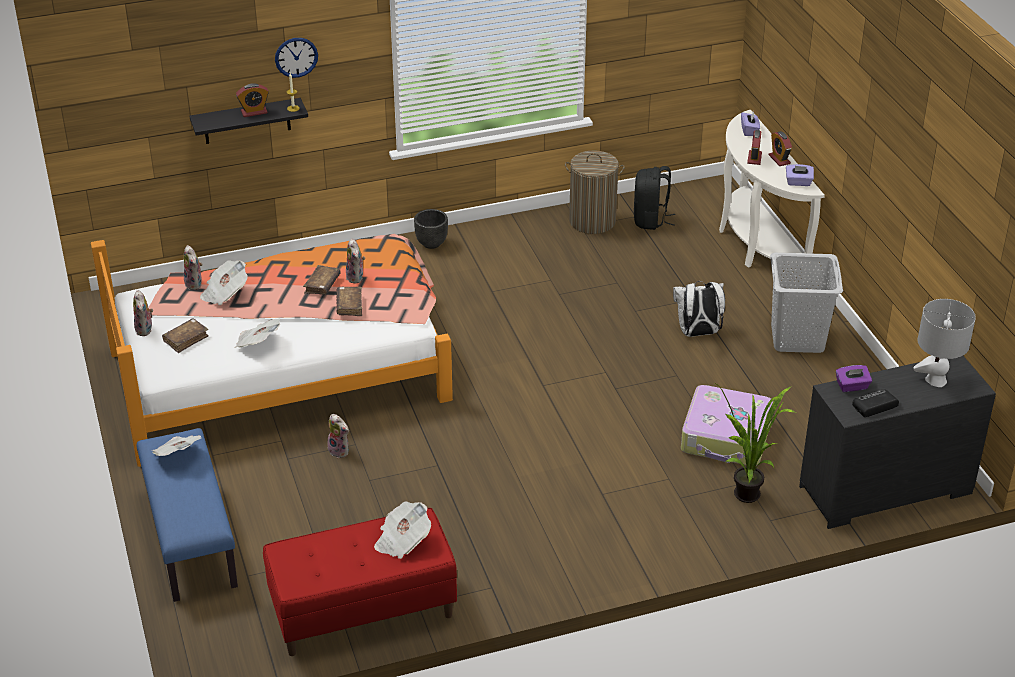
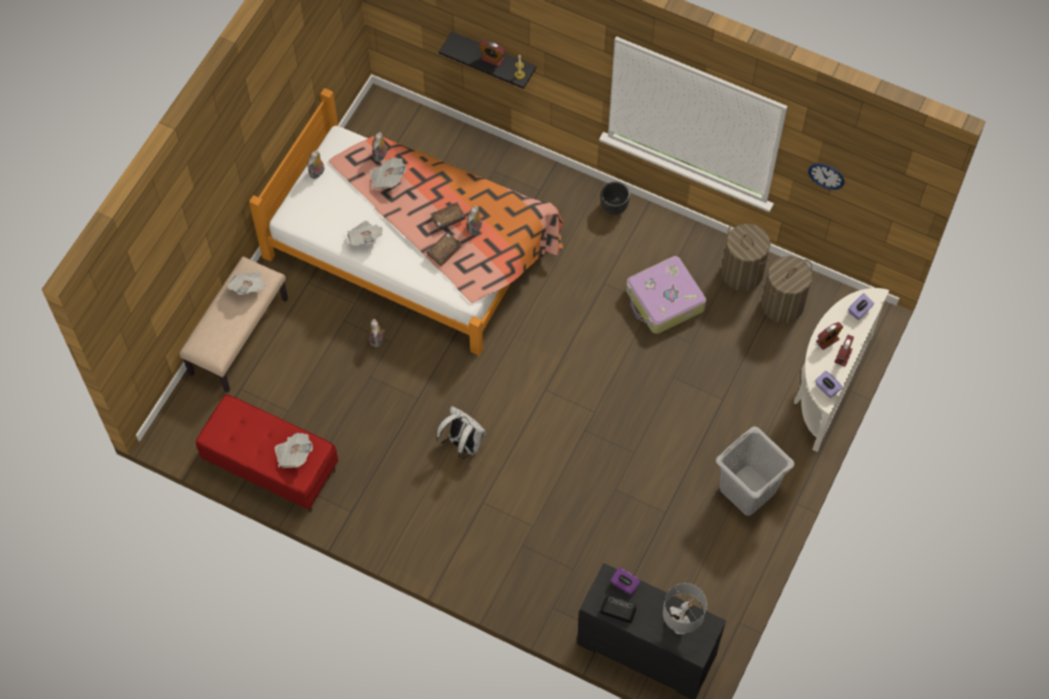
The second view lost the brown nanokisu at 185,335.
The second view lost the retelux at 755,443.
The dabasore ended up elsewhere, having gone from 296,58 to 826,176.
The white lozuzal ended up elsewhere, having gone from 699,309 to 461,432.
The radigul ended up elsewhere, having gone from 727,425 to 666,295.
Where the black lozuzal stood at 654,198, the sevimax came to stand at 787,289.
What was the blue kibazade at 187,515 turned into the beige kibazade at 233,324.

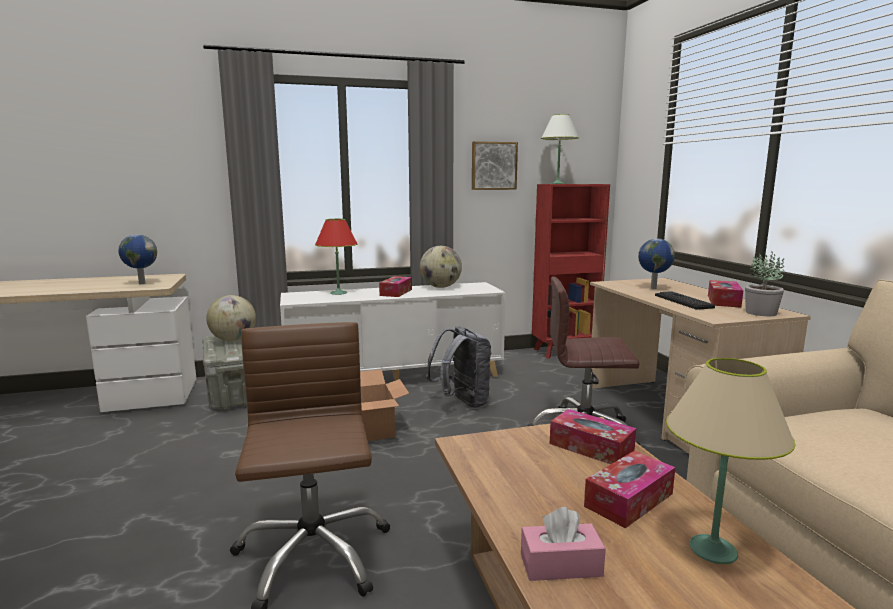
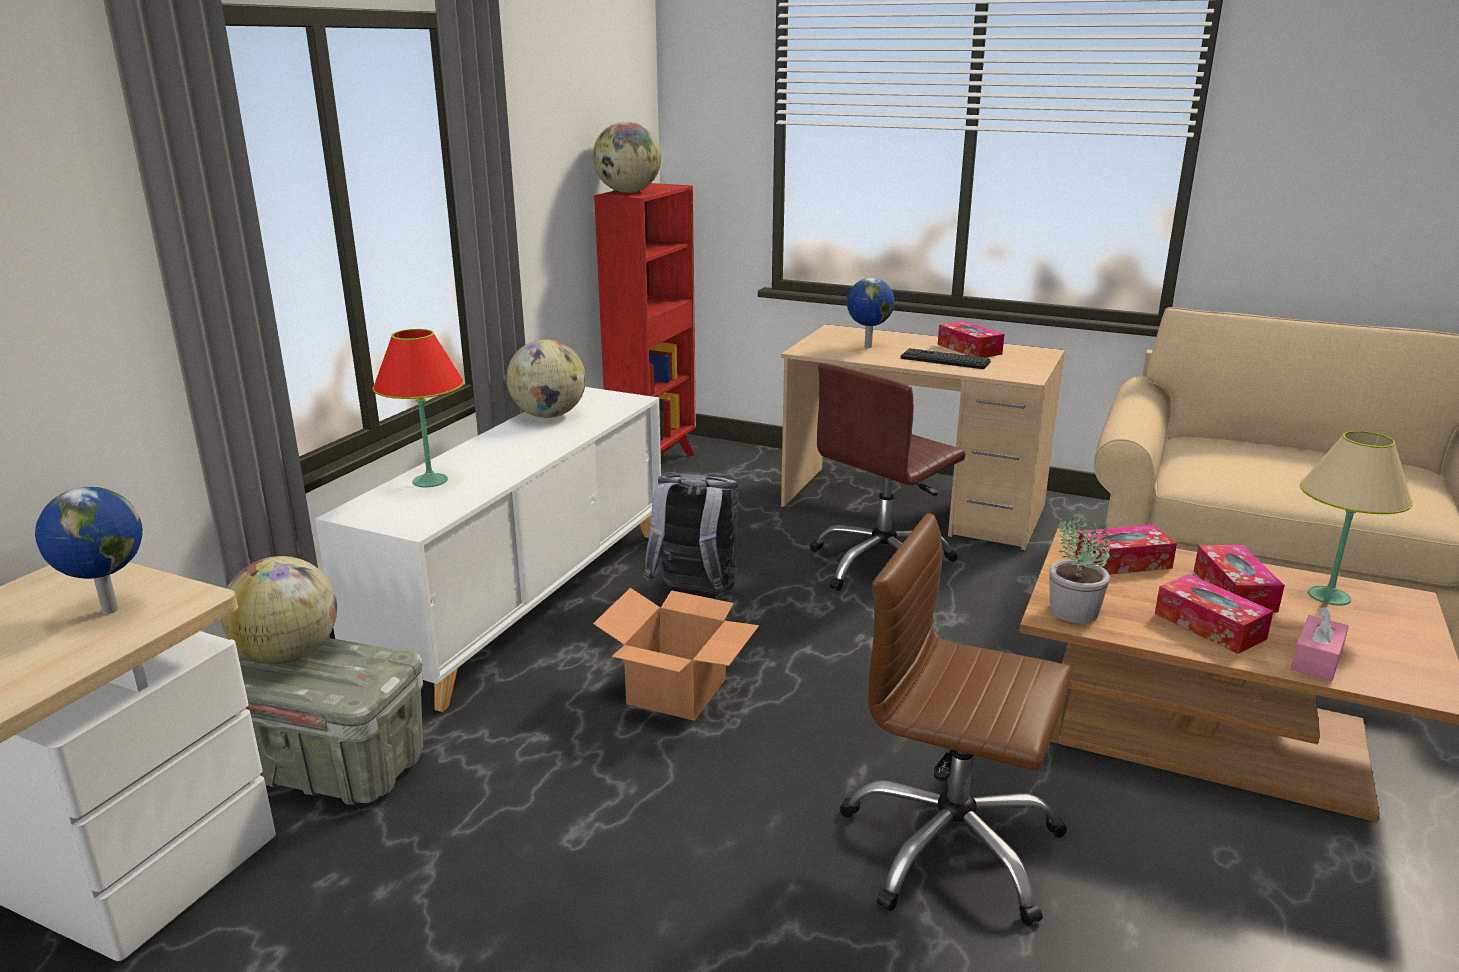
The second view lost the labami at 495,165.
The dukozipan ended up elsewhere, having gone from 395,286 to 1214,614.
The retelux ended up elsewhere, having gone from 764,283 to 1079,566.
Where the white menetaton stood at 560,149, the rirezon came to stand at 627,157.

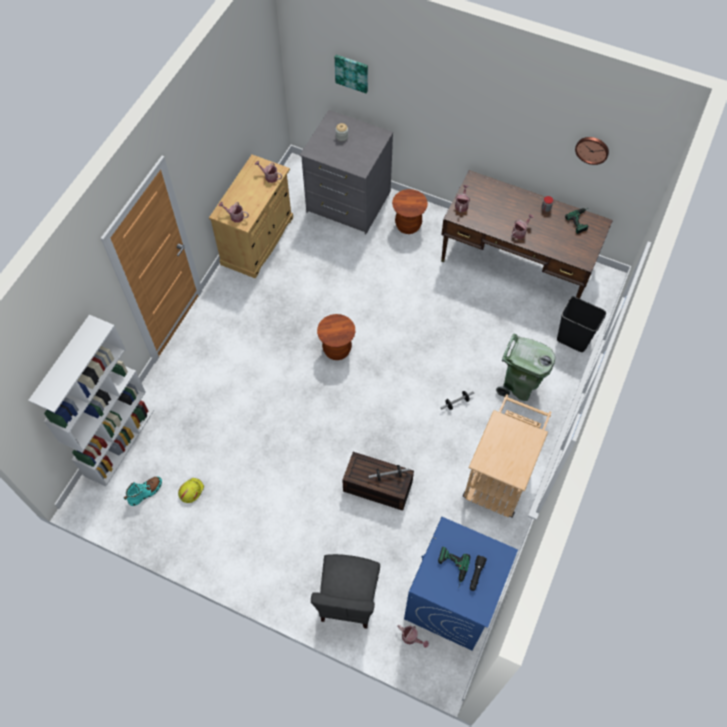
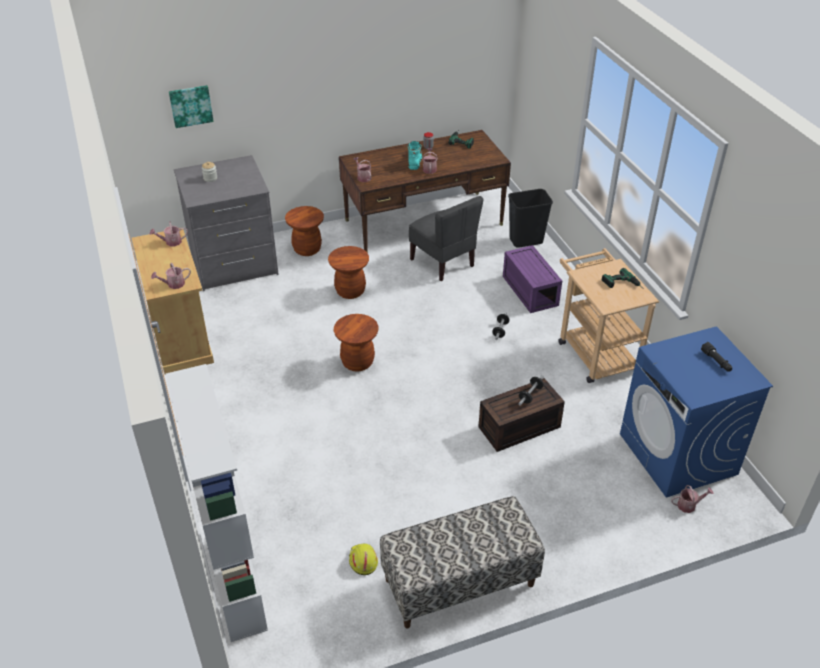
The second view lost the dabasore at 592,151.
The second view gained the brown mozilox at 348,272.
The second view gained the kibazade at 462,562.
The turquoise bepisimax ended up elsewhere, having gone from 143,491 to 415,155.
The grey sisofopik ended up elsewhere, having gone from 345,591 to 446,238.
The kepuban ended up elsewhere, having gone from 454,566 to 623,278.
Where the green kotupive stood at 525,367, the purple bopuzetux came to stand at 532,279.

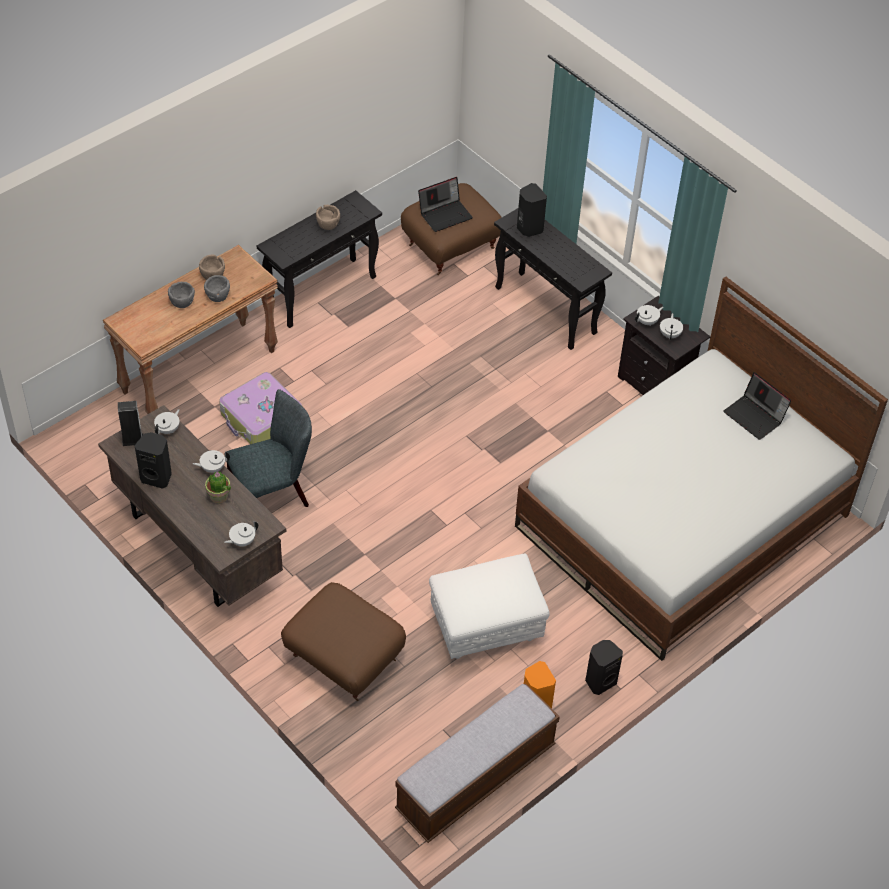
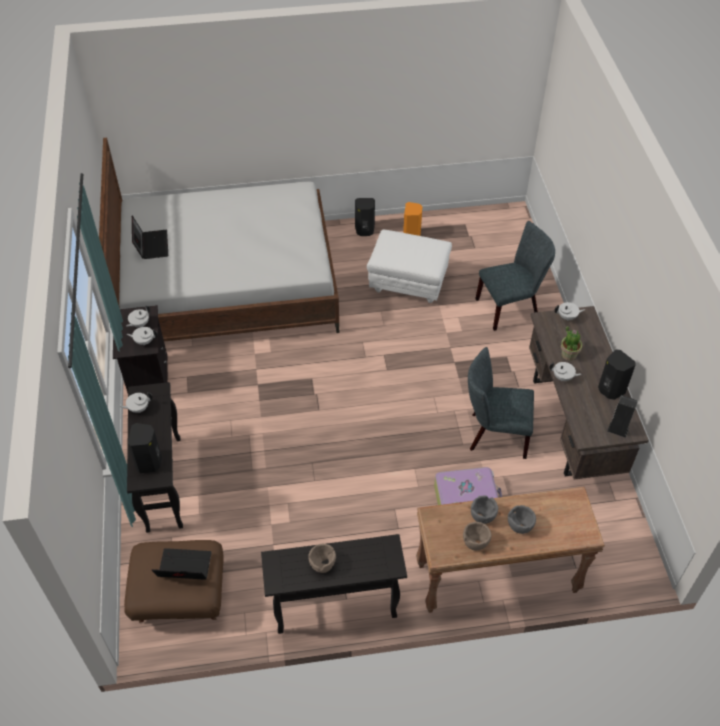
The second view lost the kibazade at 477,763.
The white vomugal ended up elsewhere, having gone from 167,421 to 136,403.
Where the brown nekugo stood at 343,641, the grey sisofopik came to stand at 515,276.

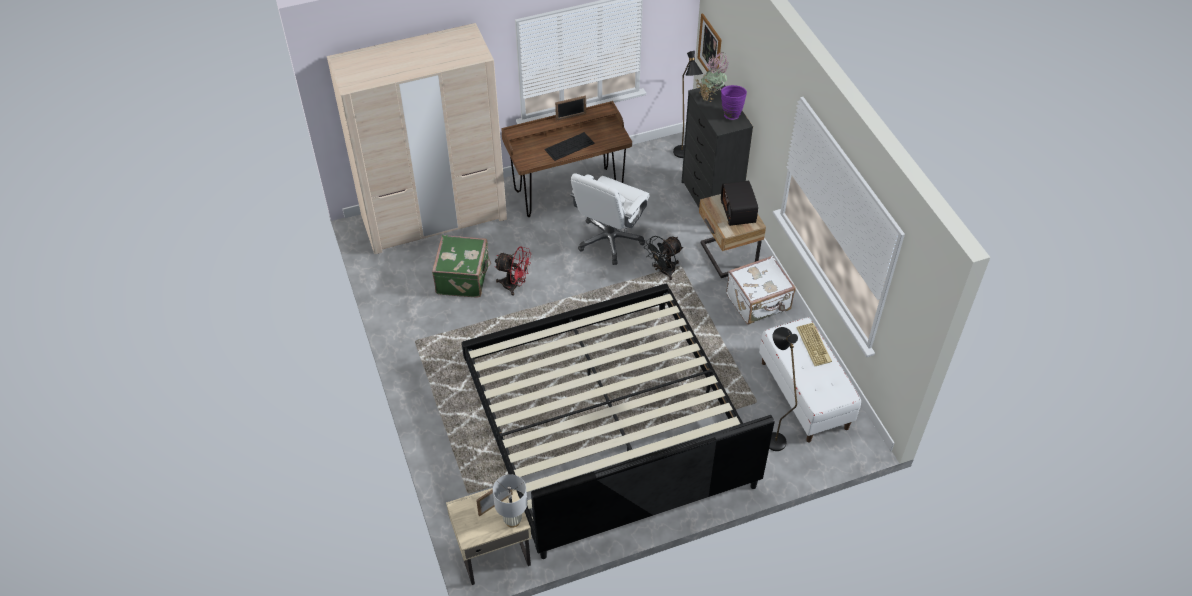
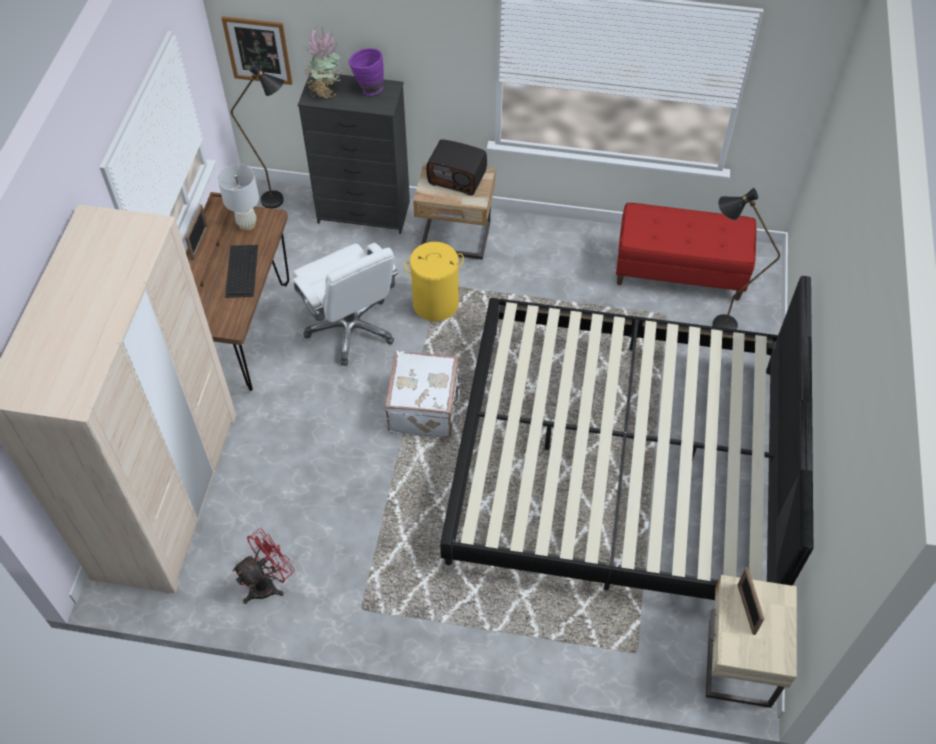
The second view lost the green radigul at 461,266.
The second view lost the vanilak at 814,344.
The white menetaton ended up elsewhere, having gone from 510,501 to 238,197.
The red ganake ended up elsewhere, having gone from 513,271 to 263,566.
The white radigul ended up elsewhere, having gone from 761,290 to 424,394.
Where the black ganake stood at 663,258, the yellow sevimax came to stand at 434,281.
What was the white kibazade at 810,380 turned into the red kibazade at 686,252.

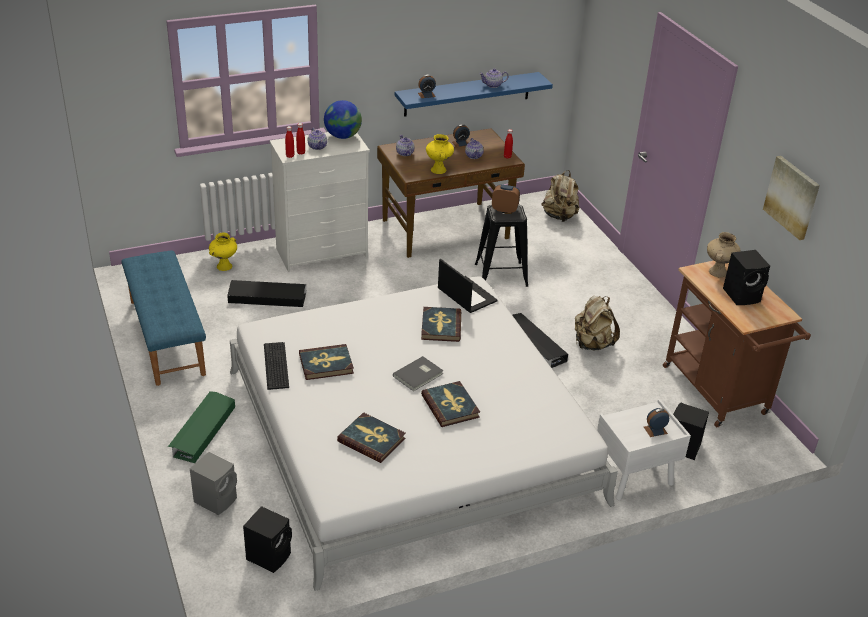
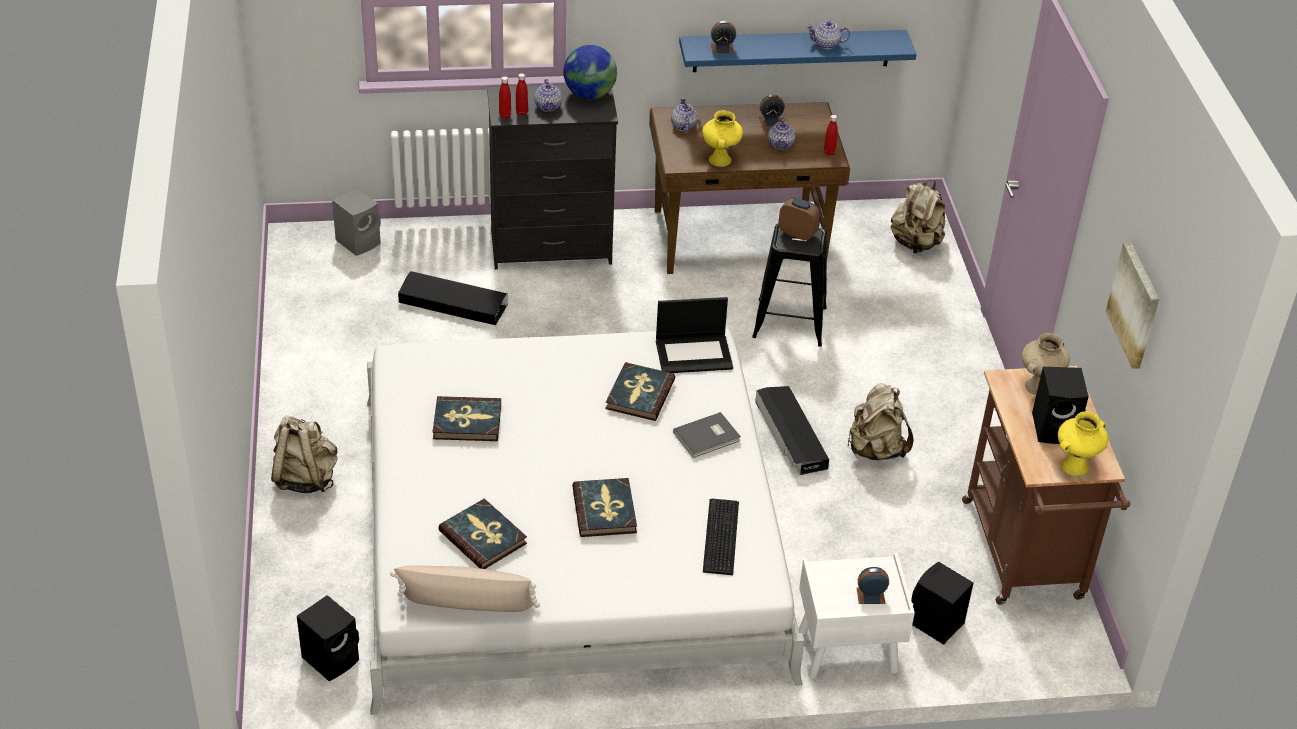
The second view lost the blue kibazade at 163,318.
The second view gained the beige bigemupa at 465,589.
The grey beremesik ended up elsewhere, having gone from 213,483 to 356,222.
The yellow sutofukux ended up elsewhere, having gone from 223,251 to 1083,443.
The vanilak ended up elsewhere, having gone from 276,366 to 721,537.
The grey nanokisu ended up elsewhere, having gone from 418,373 to 707,435.
Where the green bopuzetux stood at 201,427, the beige lozuzal came to stand at 304,454.
What was the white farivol at 320,202 turned into the black farivol at 552,176.
The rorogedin at 468,286 ended up facing another way, 105 degrees clockwise from before.

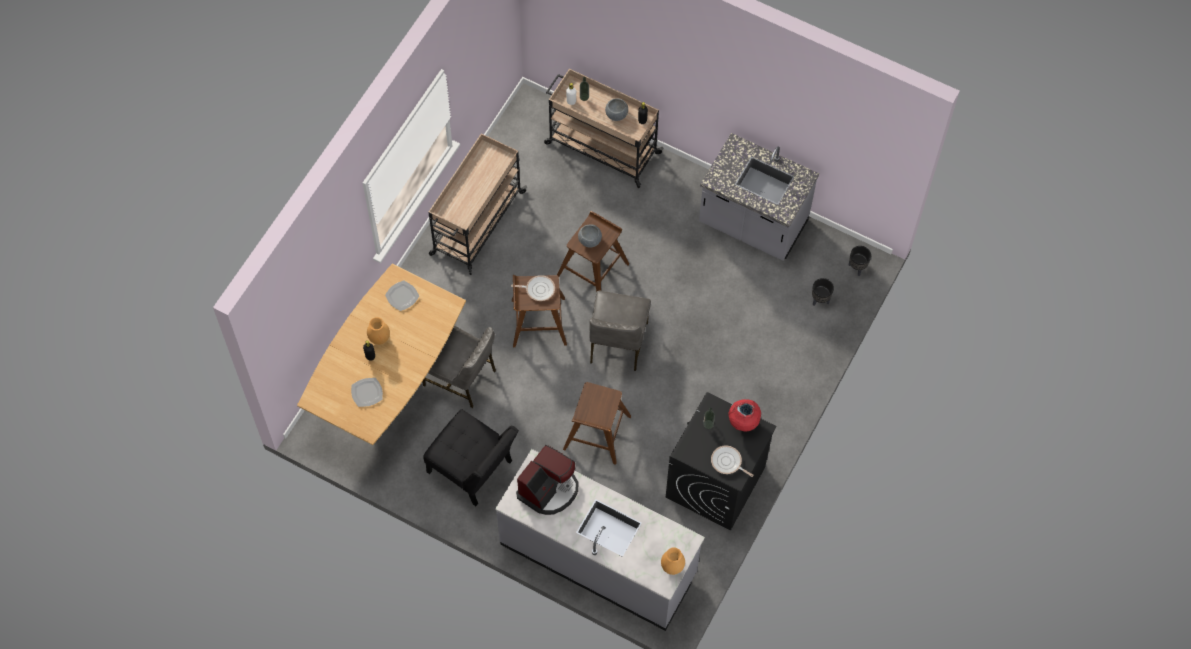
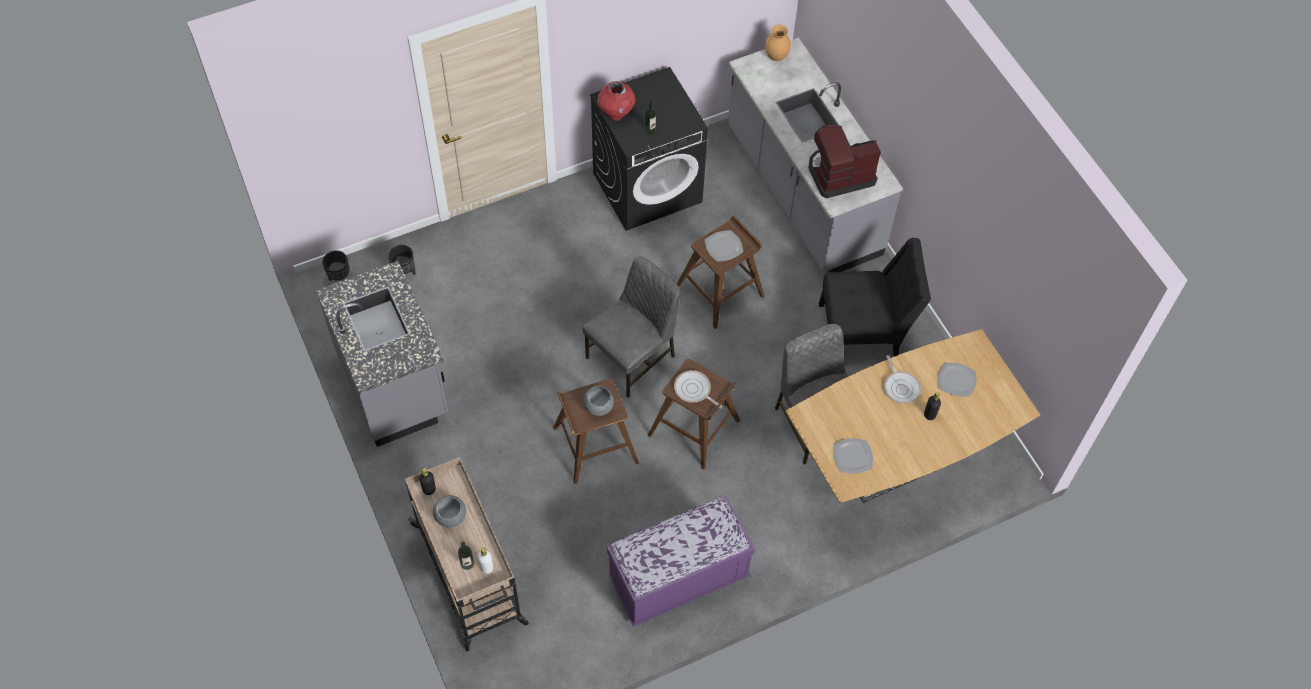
The second view lost the brown sutofukux at 378,331.
The second view gained the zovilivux at 724,246.
The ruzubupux ended up elsewhere, having gone from 732,461 to 903,379.
Where the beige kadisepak stood at 477,204, the purple kibazade came to stand at 681,562.
The black sisofopik at 471,458 ended up facing another way, 105 degrees clockwise from before.

